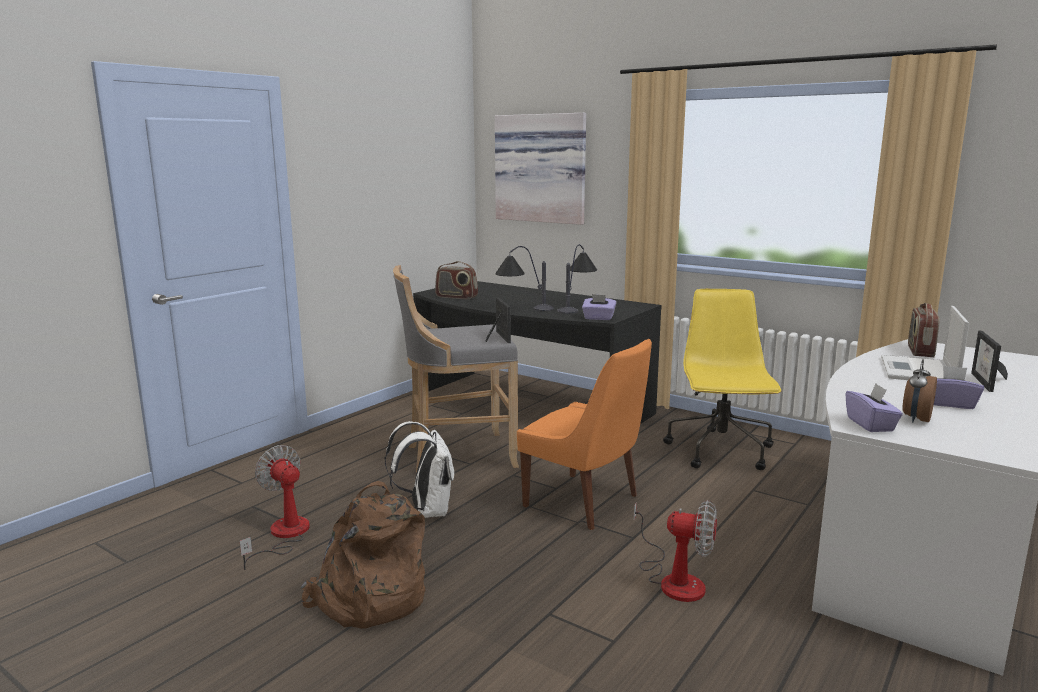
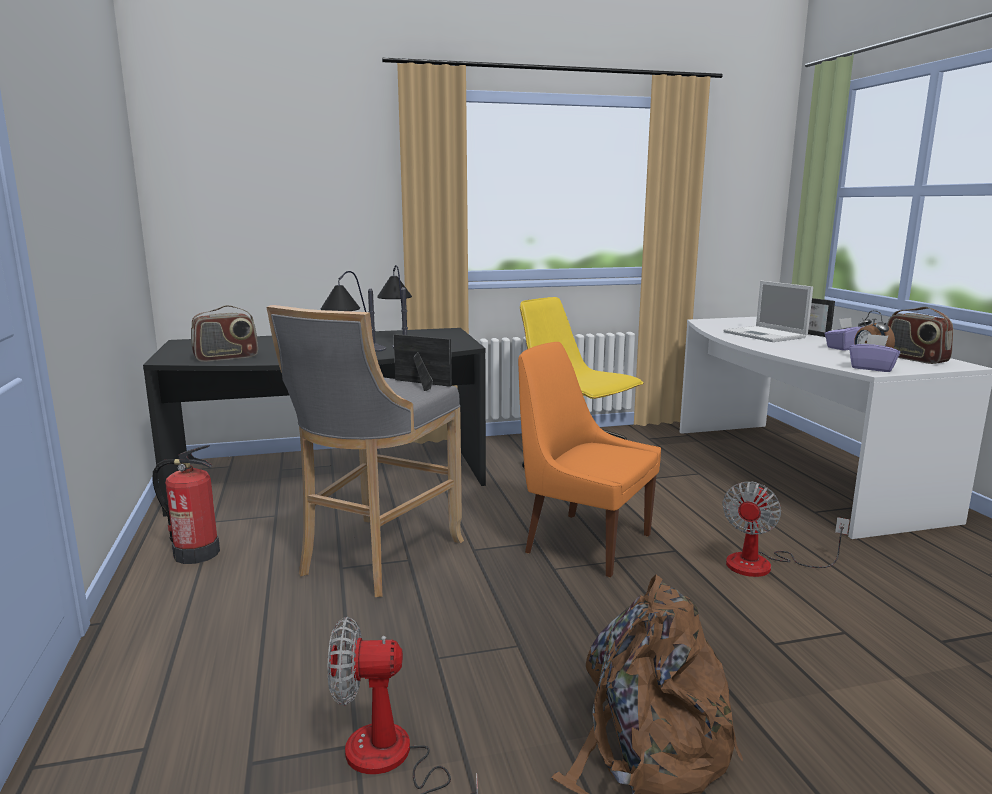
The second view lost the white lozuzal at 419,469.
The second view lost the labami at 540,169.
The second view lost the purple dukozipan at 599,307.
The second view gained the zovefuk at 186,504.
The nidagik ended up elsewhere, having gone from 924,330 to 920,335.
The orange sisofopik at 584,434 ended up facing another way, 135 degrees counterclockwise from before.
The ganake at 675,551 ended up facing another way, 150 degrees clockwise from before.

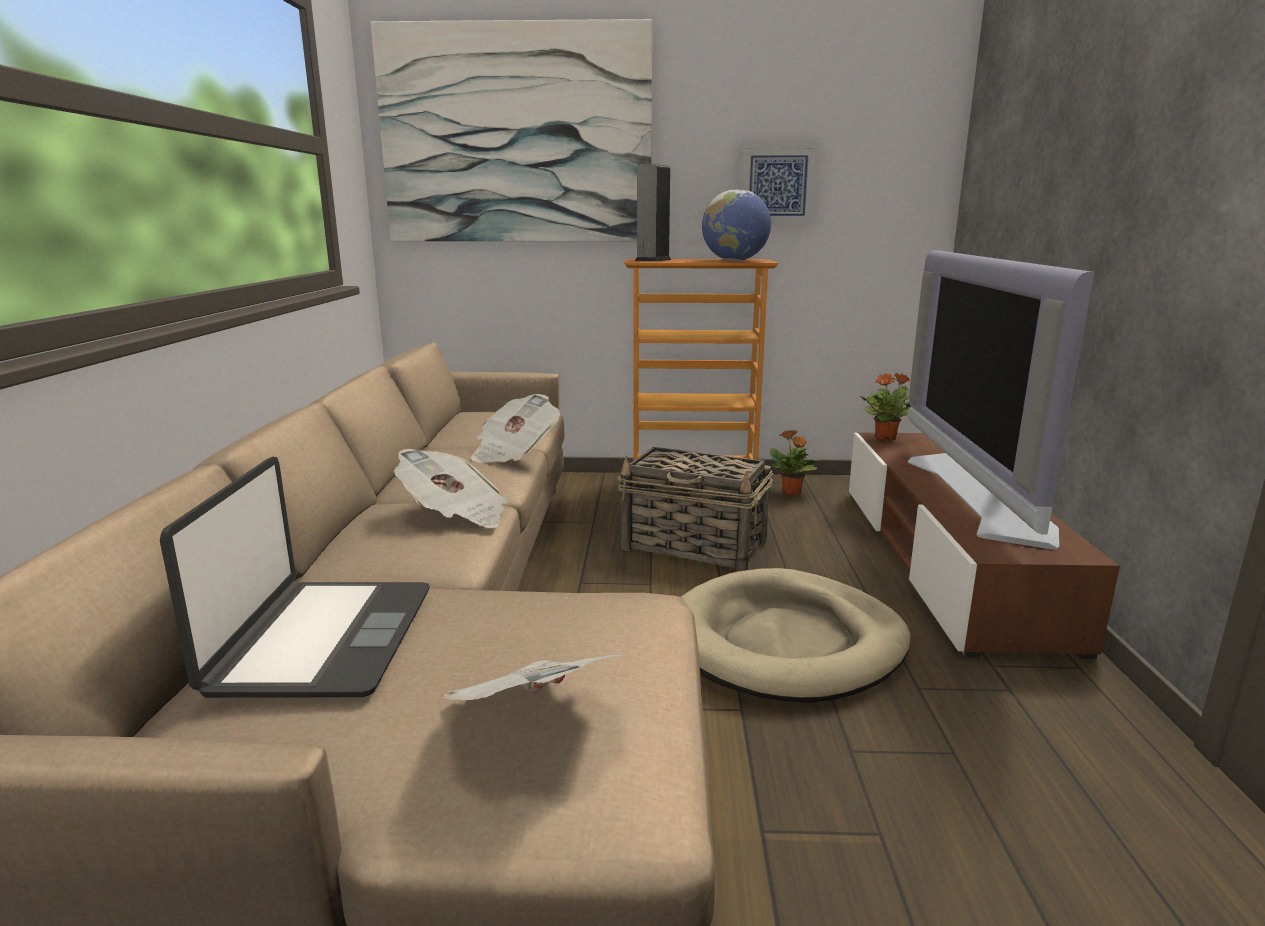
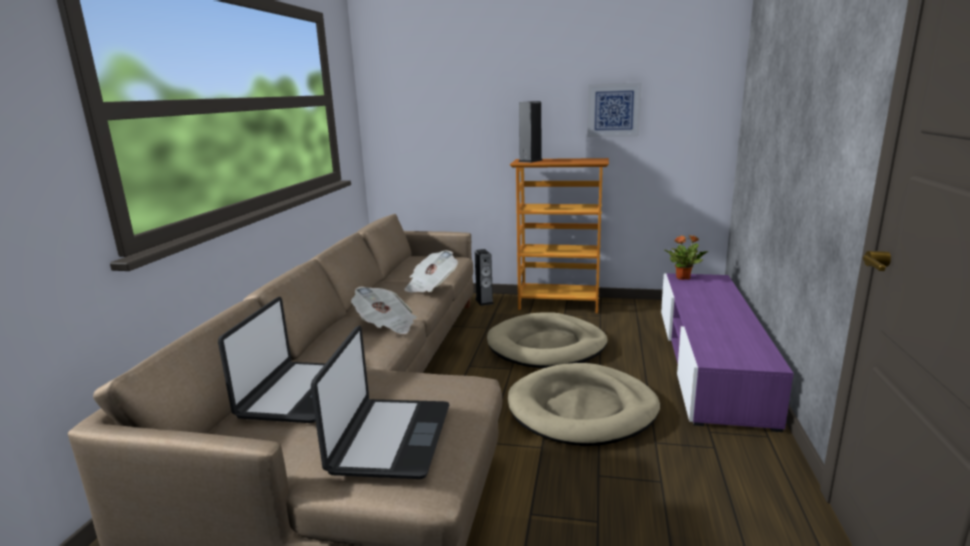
The second view lost the labami at 511,130.
The second view lost the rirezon at 736,225.
The second view lost the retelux at 796,462.
The second view lost the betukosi at 1001,400.
The second view gained the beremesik at 484,277.
Where the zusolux stood at 532,677, the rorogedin came to stand at 380,402.
Where the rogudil stood at 695,509, the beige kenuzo came to stand at 547,340.
What was the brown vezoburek at 984,546 turned into the purple vezoburek at 727,352.

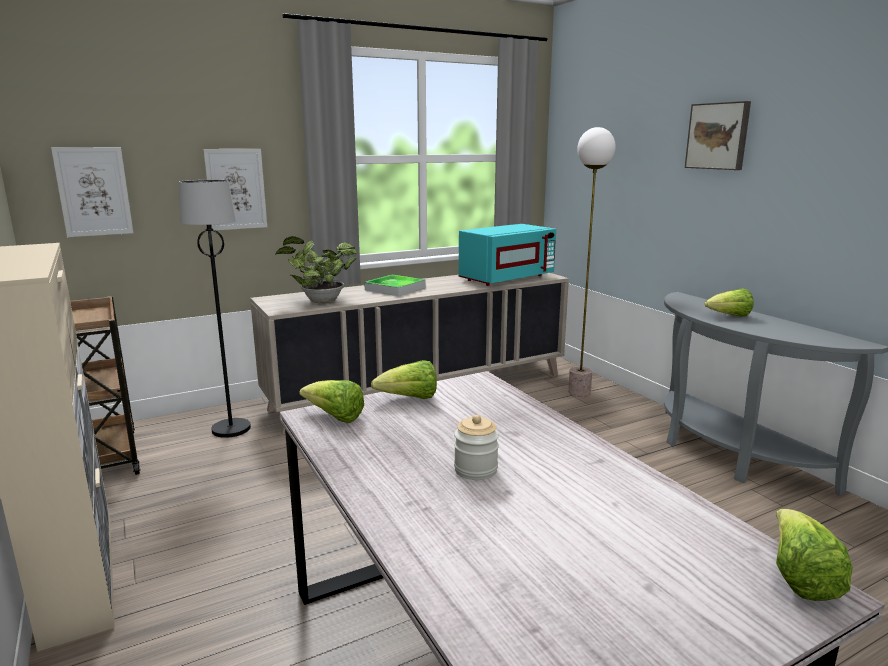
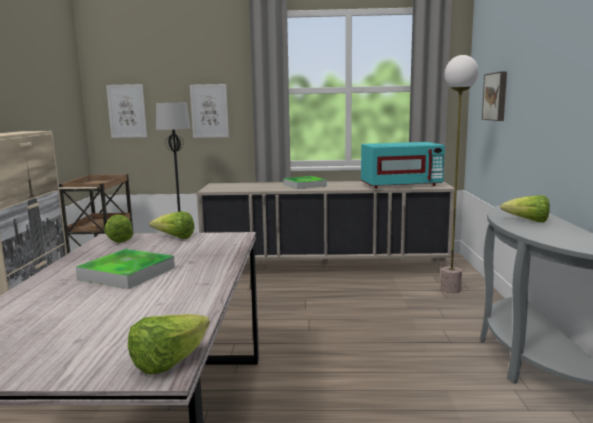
The second view lost the retelux at 315,269.
The labami ended up elsewhere, having gone from 718,135 to 494,96.
Where the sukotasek stood at 476,447, the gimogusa came to stand at 125,269.

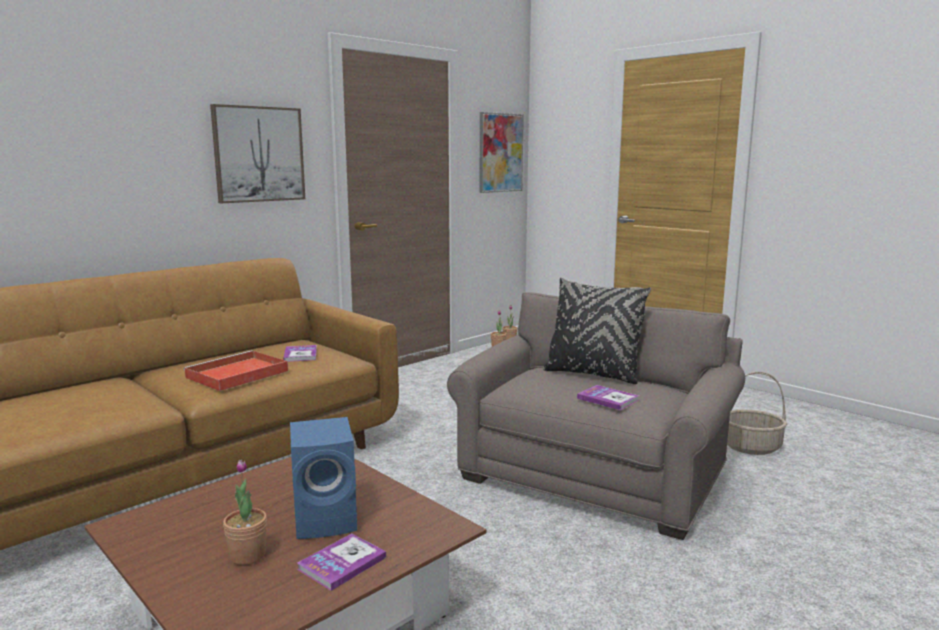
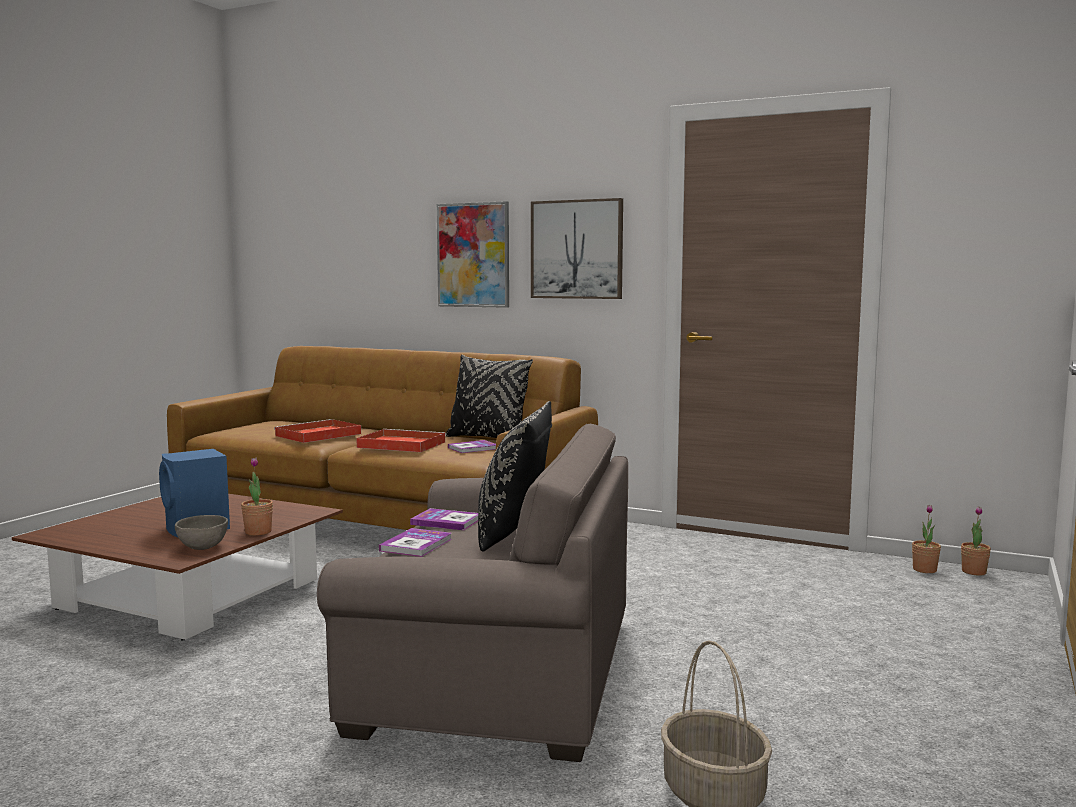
The second view gained the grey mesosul at 201,532.
The second view gained the red gimogusa at 317,431.
The second view gained the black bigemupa at 489,396.
The retelux ended up elsewhere, having gone from 245,512 to 257,497.
The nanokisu ended up elsewhere, having gone from 341,562 to 444,519.
The labami ended up elsewhere, having gone from 502,152 to 473,254.

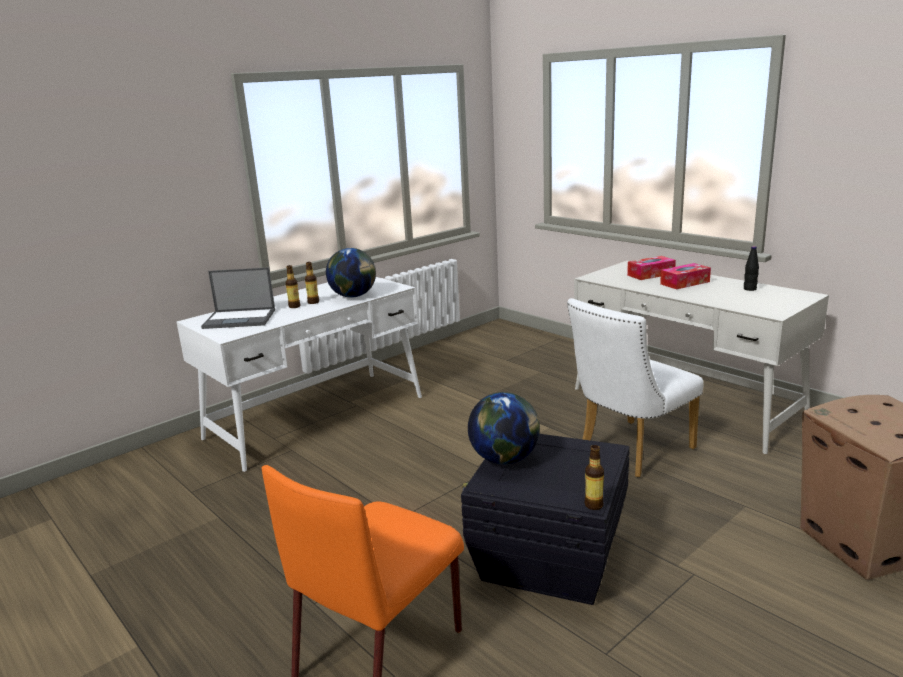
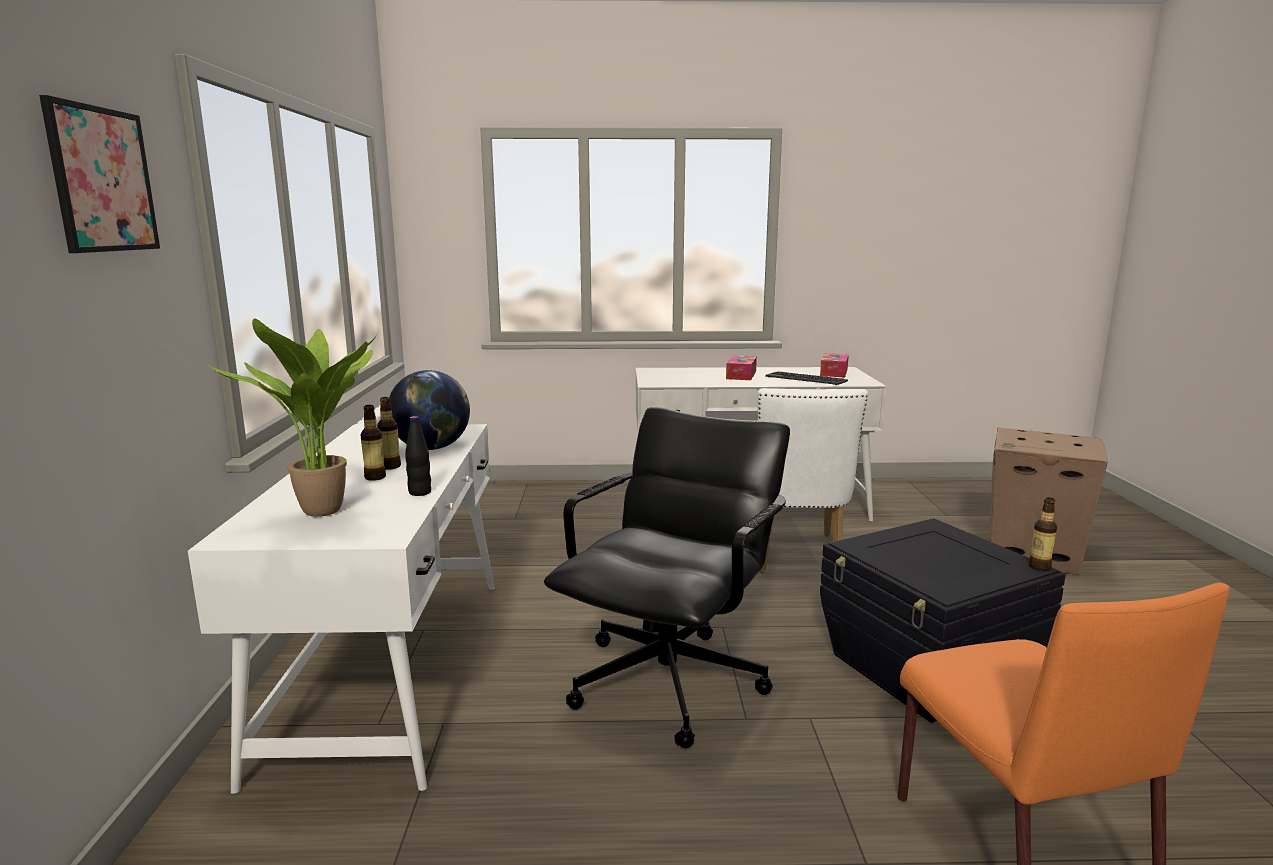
The second view lost the rirezon at 504,428.
The second view gained the labami at 99,174.
The second view gained the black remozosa at 667,578.
The second view gained the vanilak at 806,378.
The dukozipan ended up elsewhere, having gone from 651,268 to 834,365.
The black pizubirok ended up elsewhere, having gone from 751,268 to 418,456.
Where the rorogedin stood at 238,298, the retelux came to stand at 292,418.

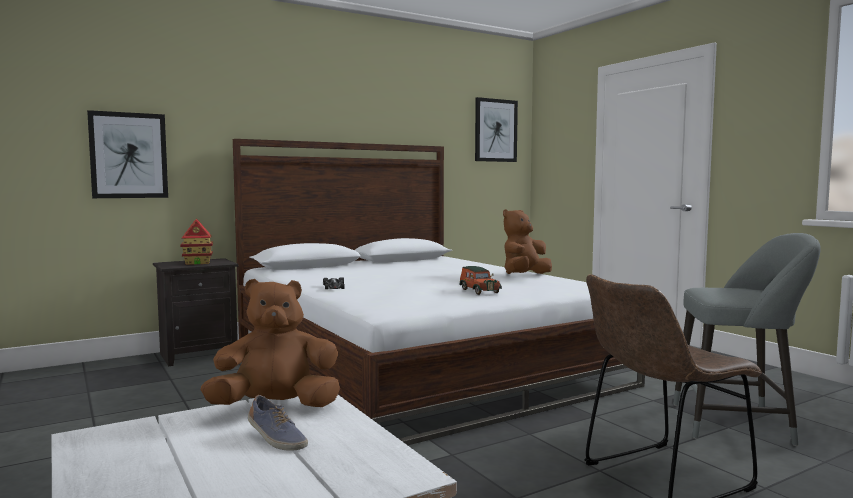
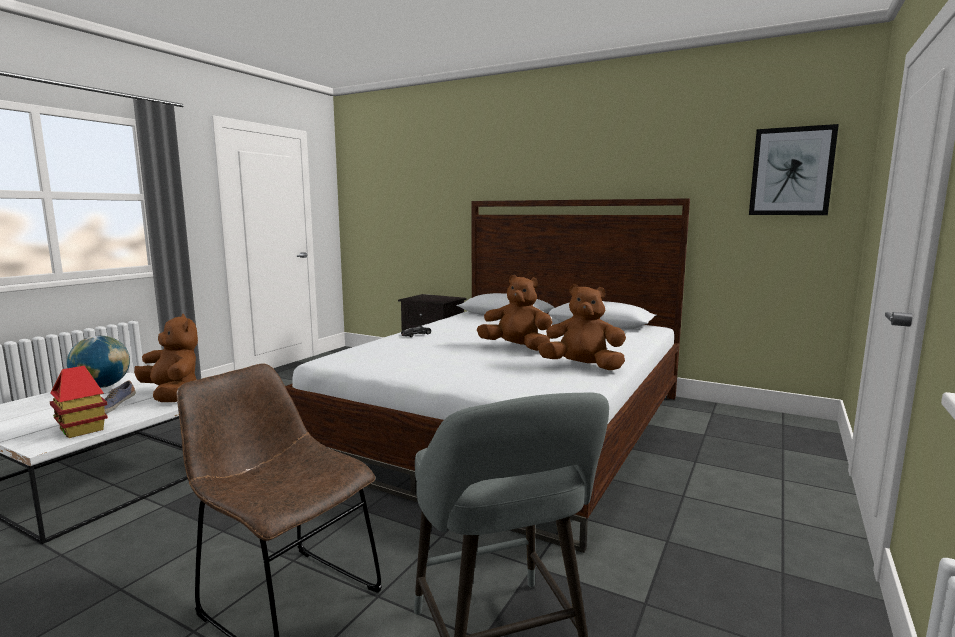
The second view lost the labami at 127,154.
The second view lost the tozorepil at 480,280.
The second view gained the rirezon at 98,362.
The second view gained the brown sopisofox at 514,313.
The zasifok ended up elsewhere, having gone from 196,241 to 79,402.

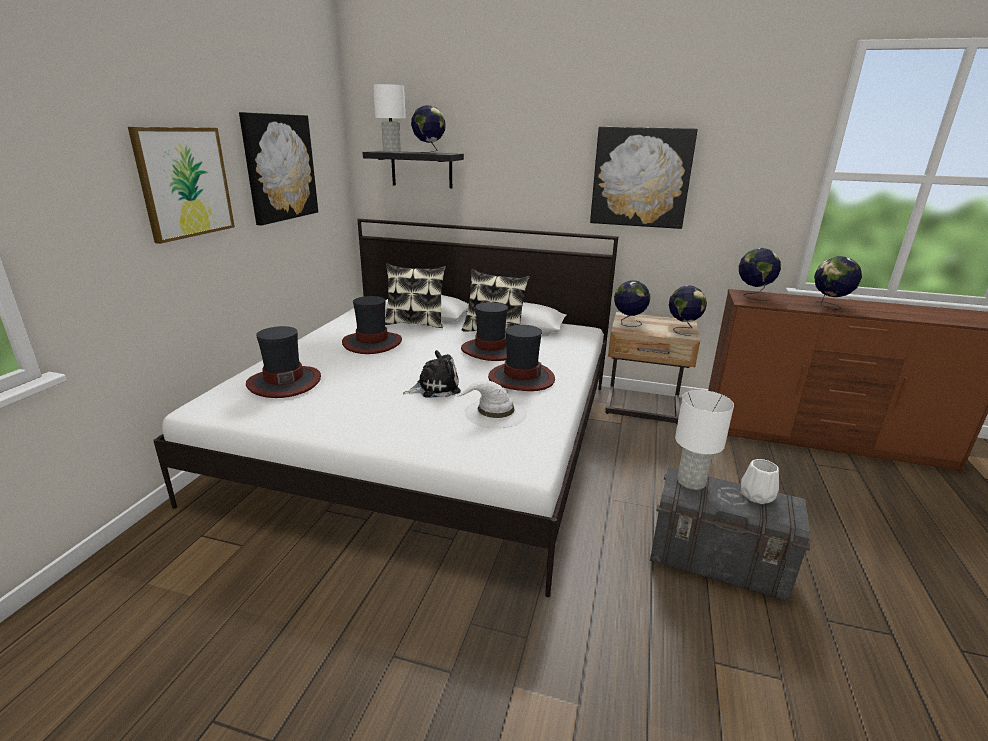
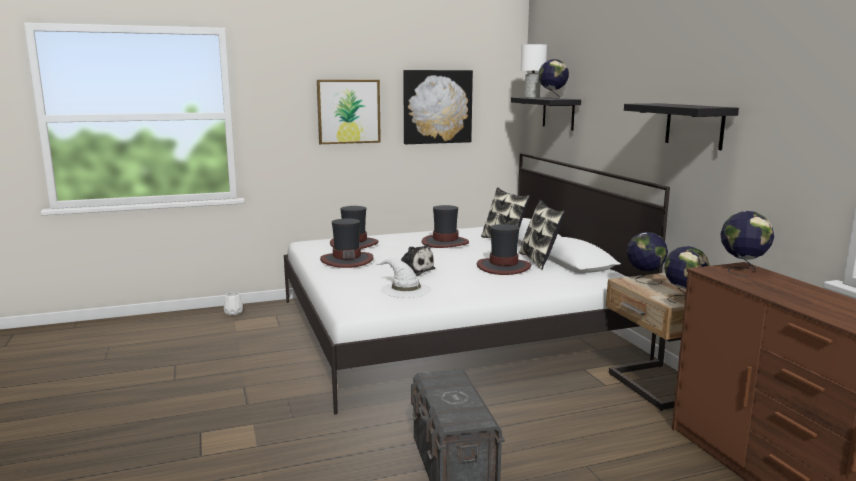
The second view lost the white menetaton at 704,440.
The second view lost the rirezon at 838,283.
The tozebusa ended up elsewhere, having gone from 521,358 to 347,243.
The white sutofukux ended up elsewhere, having gone from 760,481 to 233,304.
Where the labami hung at 644,178, the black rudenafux came to hang at 681,126.

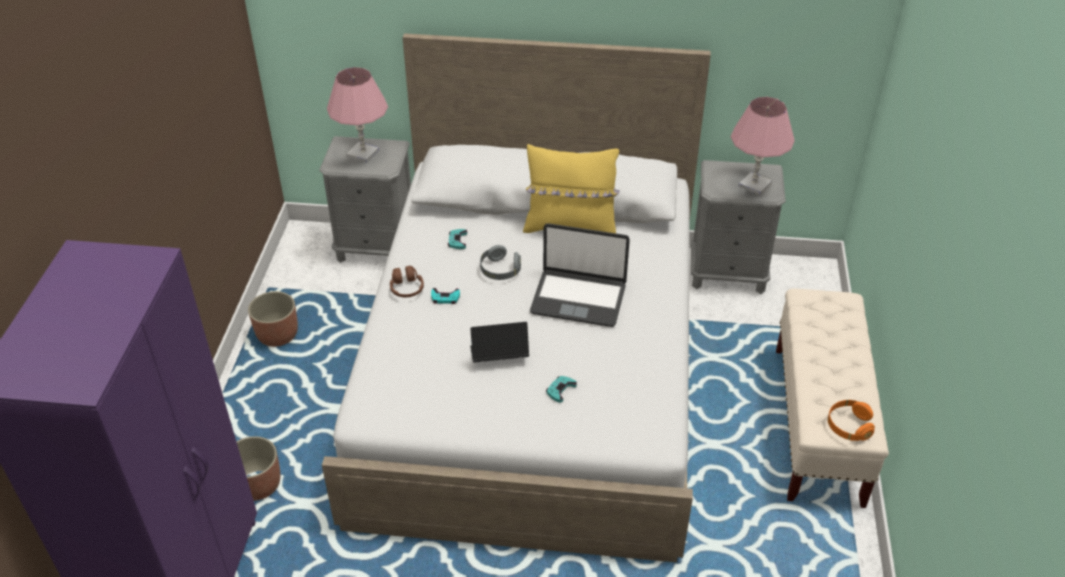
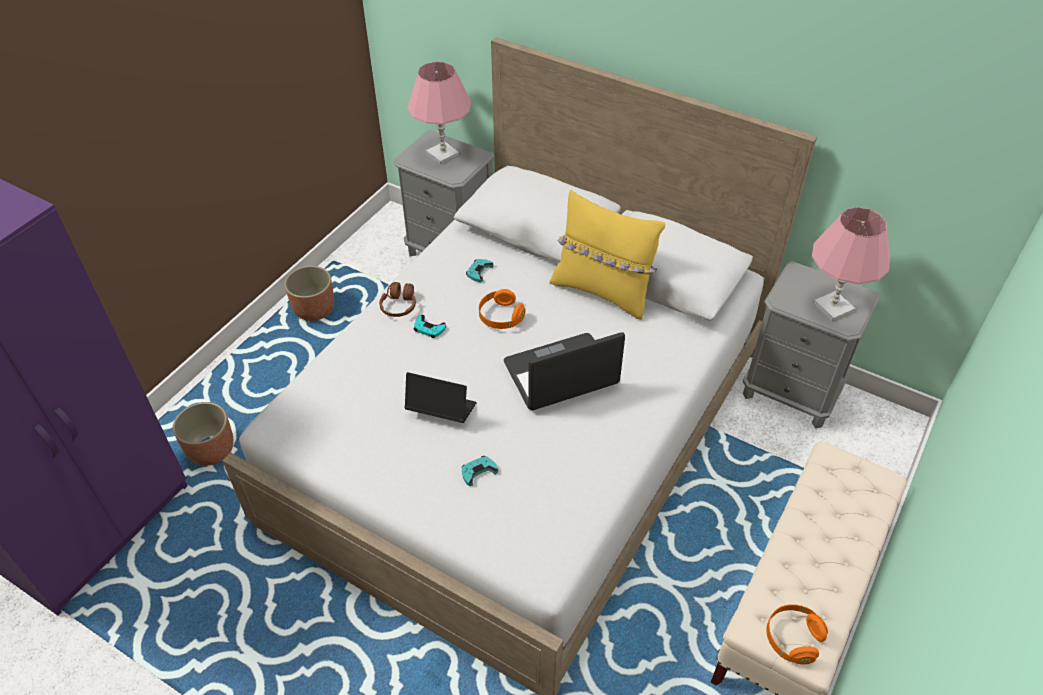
What was the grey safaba at 500,262 turned into the orange safaba at 502,309.
The rorogedin at 580,275 ended up facing another way, 120 degrees clockwise from before.

